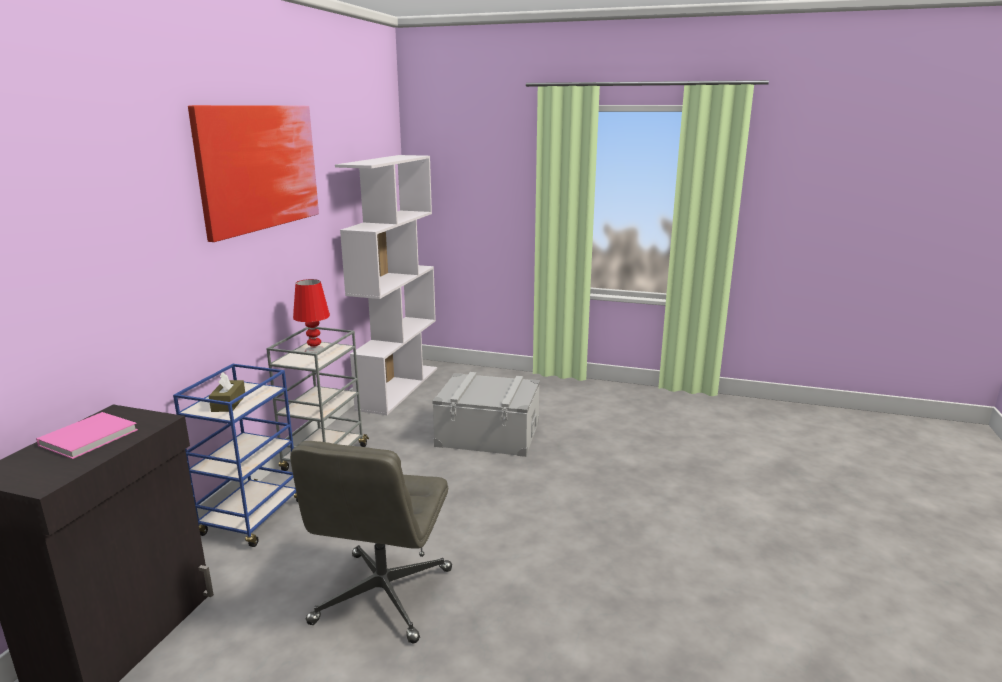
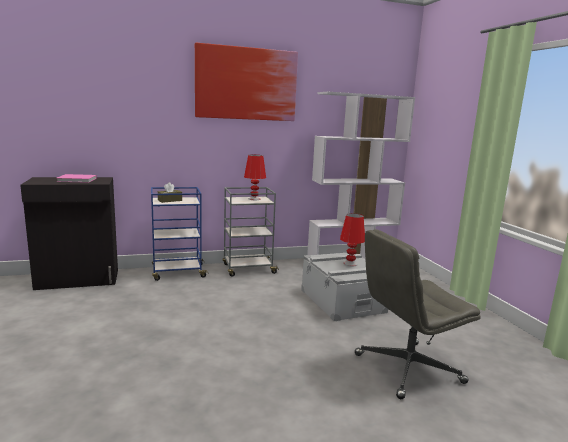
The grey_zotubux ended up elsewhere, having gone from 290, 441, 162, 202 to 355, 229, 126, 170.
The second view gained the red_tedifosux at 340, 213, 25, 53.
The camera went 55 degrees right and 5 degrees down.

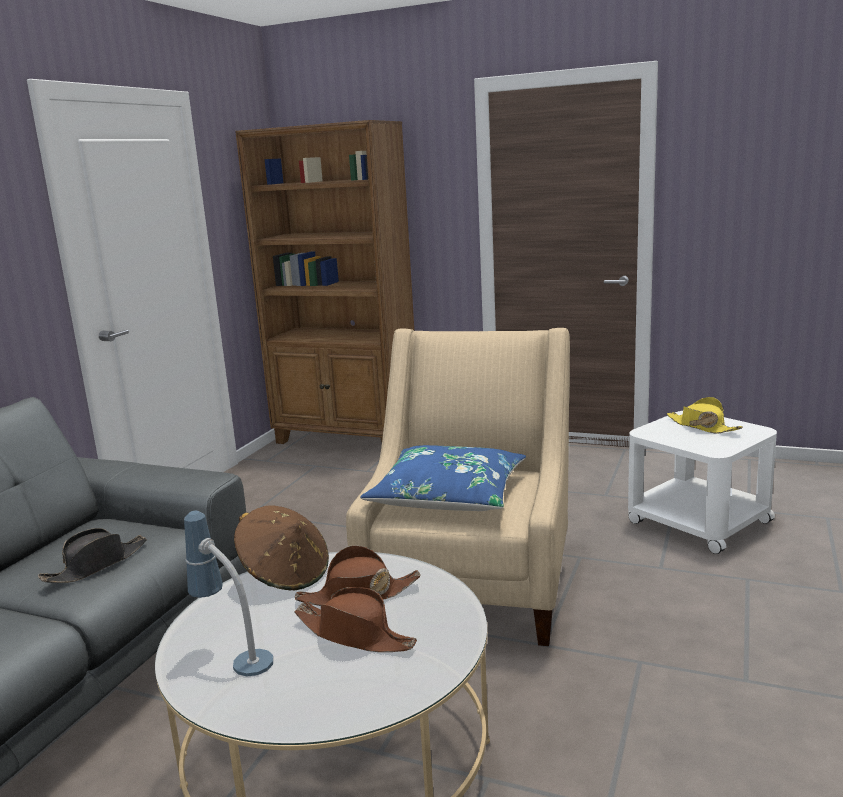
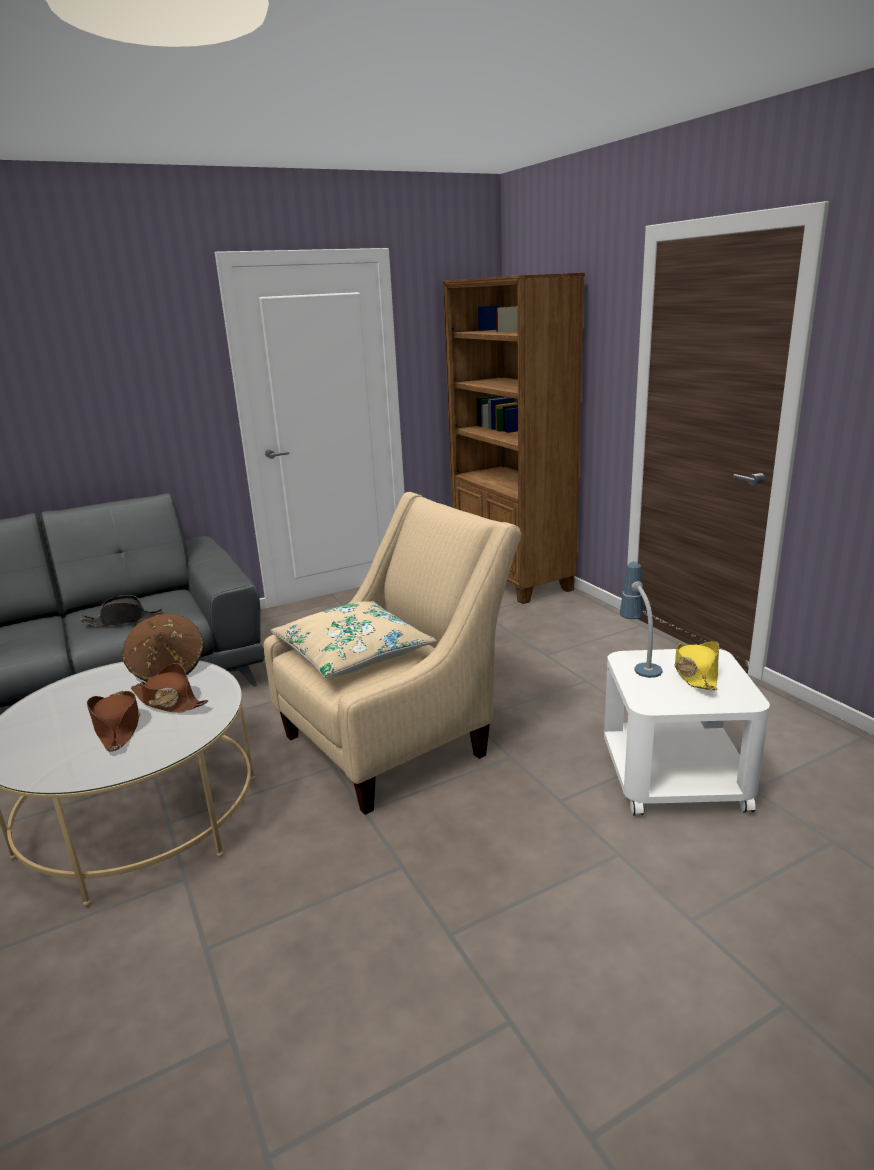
The tedifosux ended up elsewhere, having gone from 184, 511, 89, 166 to 620, 562, 43, 116.
What was the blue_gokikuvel at 360, 445, 166, 66 turned into the beige_gokikuvel at 271, 601, 166, 77.
The camera went 40 degrees right and 5 degrees up.

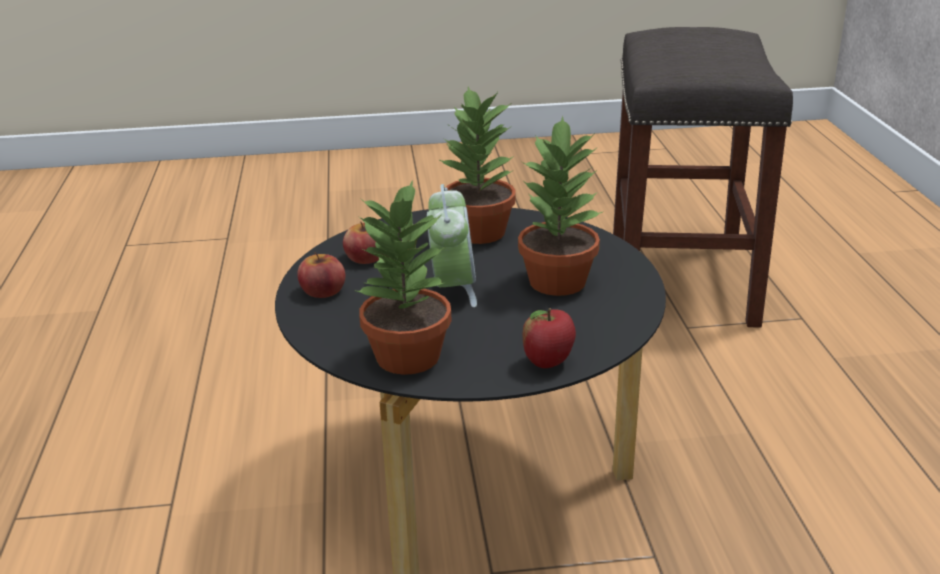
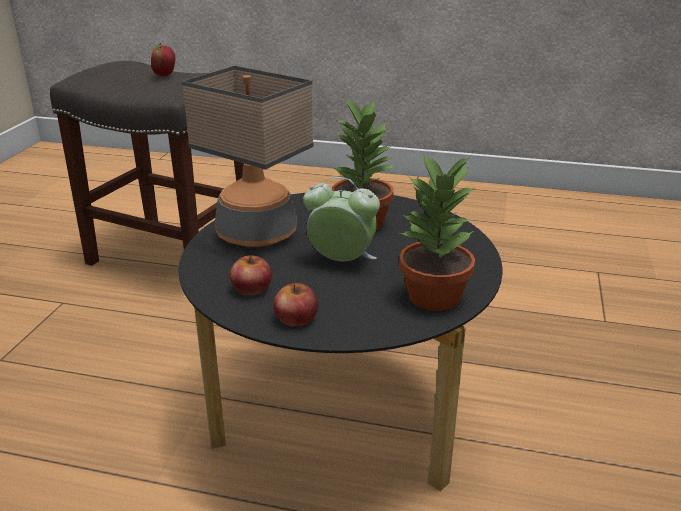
Where the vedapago stood at 438, 86, 78, 158, the tedifosux came to stand at 182, 65, 132, 182.
The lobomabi ended up elsewhere, having gone from 523, 308, 53, 60 to 151, 43, 24, 33.
The camera went 70 degrees left and 0 degrees up.

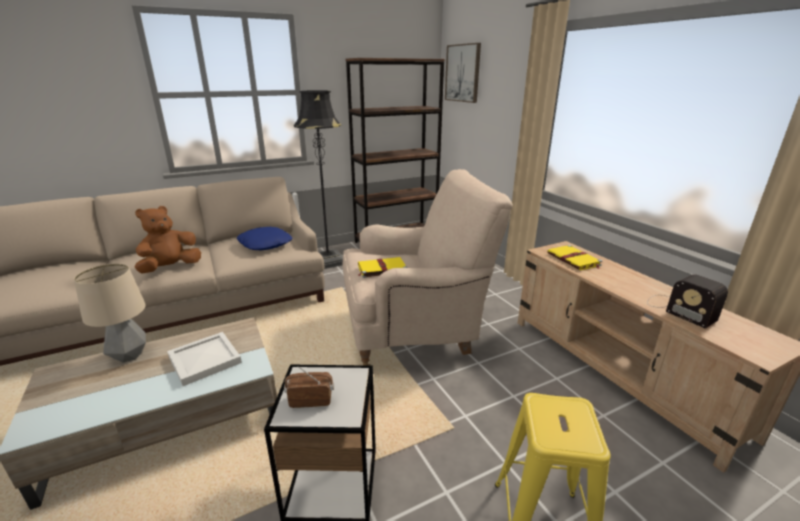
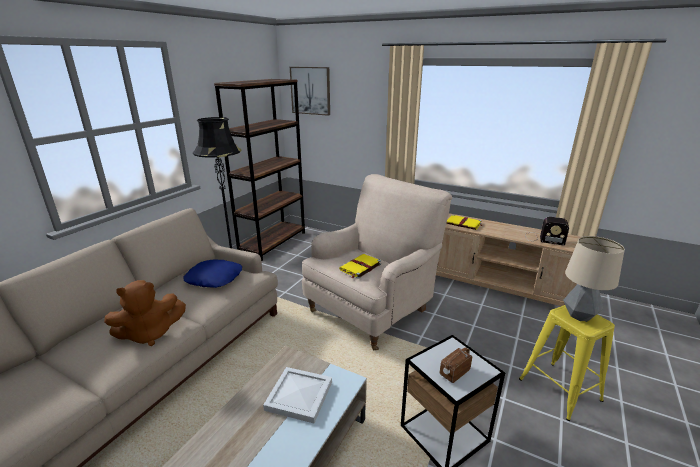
The tedifosux ended up elsewhere, having gone from 74, 263, 72, 100 to 563, 236, 62, 85.
The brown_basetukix at 135, 206, 66, 68 ended up facing another way, 120 degrees counterclockwise from before.
The camera went 35 degrees left and 0 degrees up.

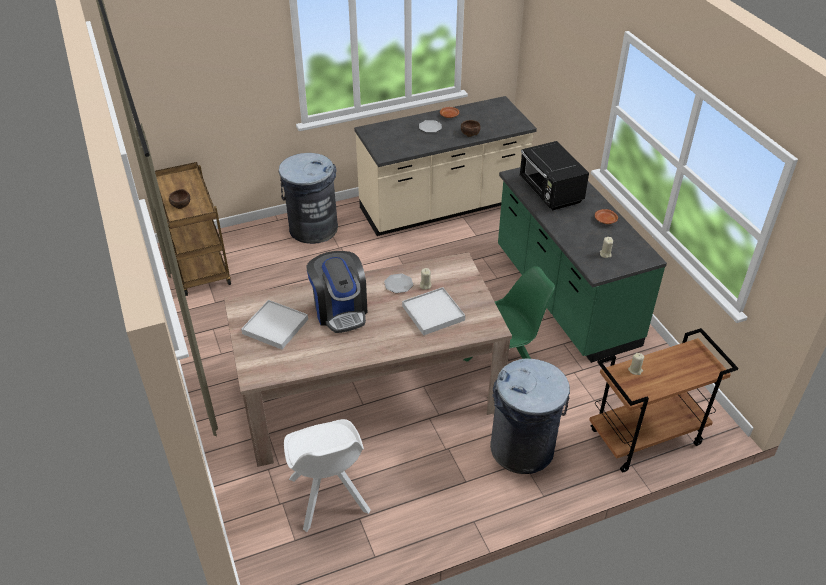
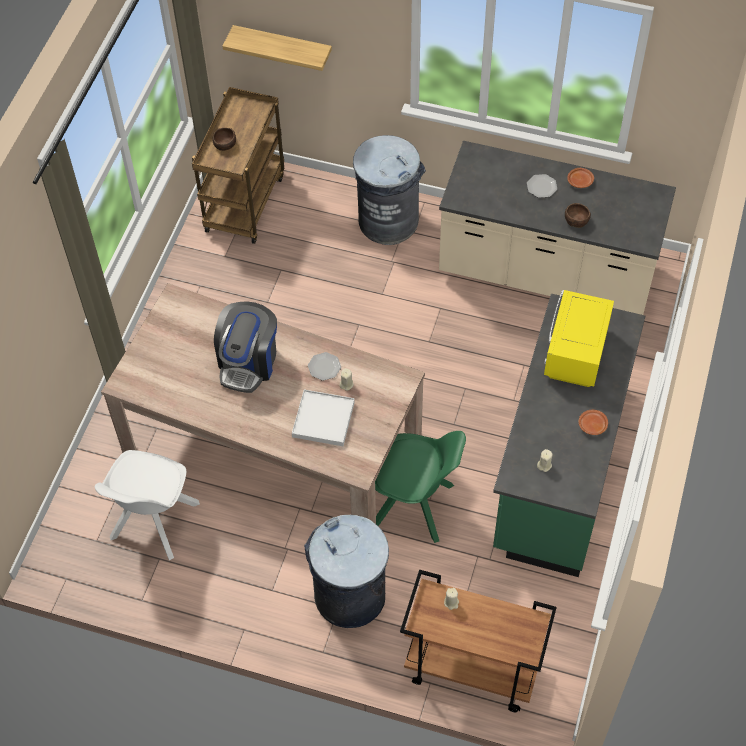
The second view lost the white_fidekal at 241, 300, 67, 50.
What was the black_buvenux at 520, 141, 69, 69 turned into the yellow_buvenux at 544, 290, 70, 97.
The second view gained the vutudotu at 222, 25, 110, 46.
The camera went 40 degrees right and 15 degrees up.

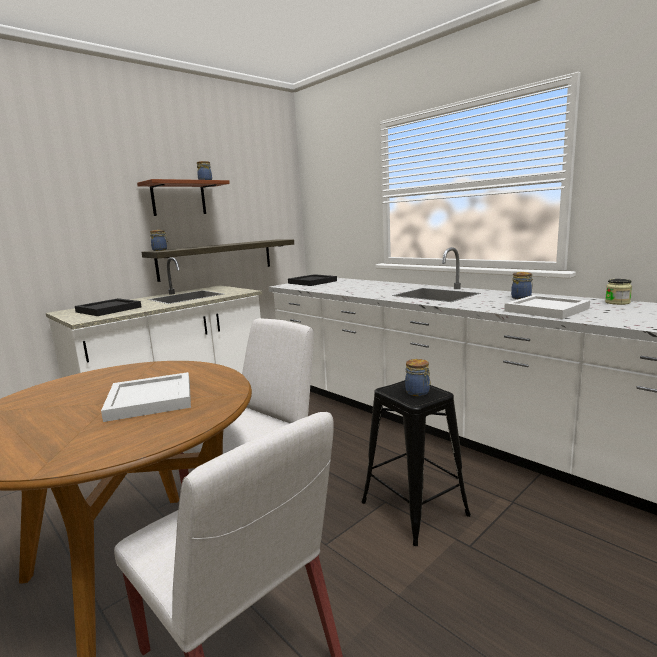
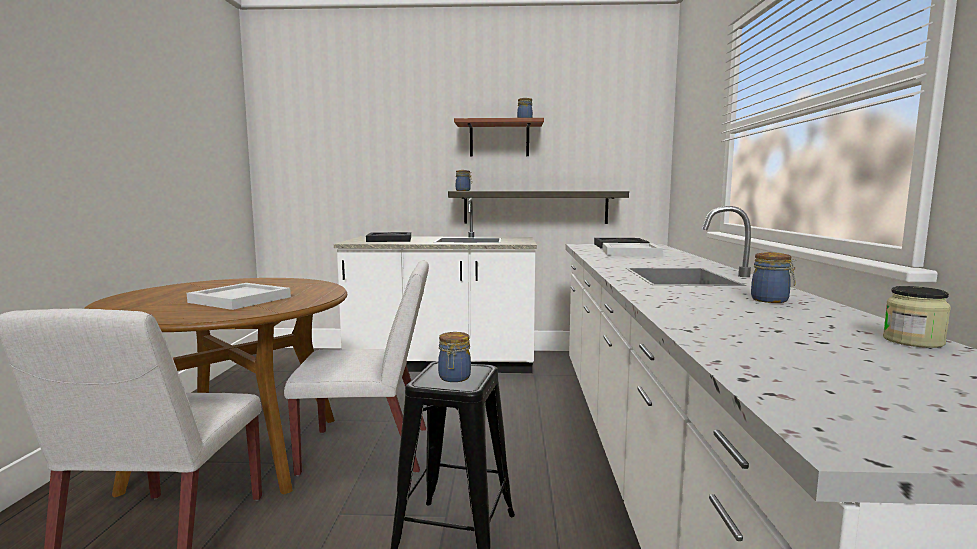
The white_fidekal ended up elsewhere, having gone from 504, 295, 86, 24 to 602, 243, 61, 13.
The camera went 45 degrees right and 5 degrees down.

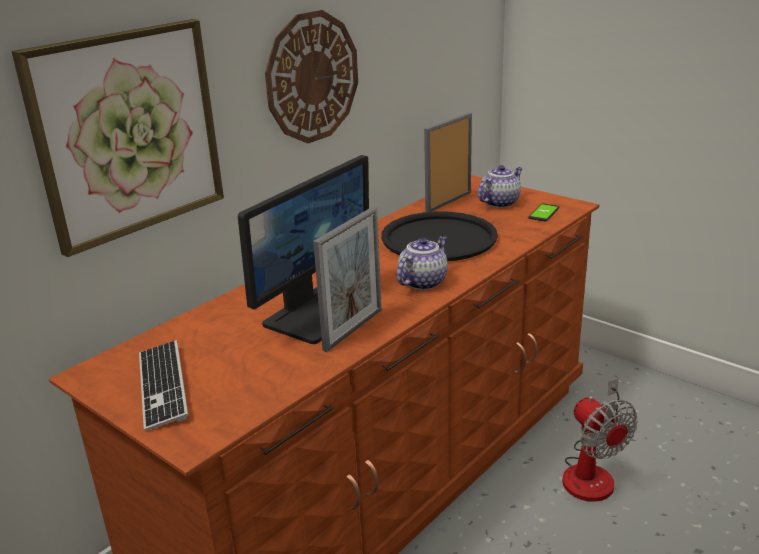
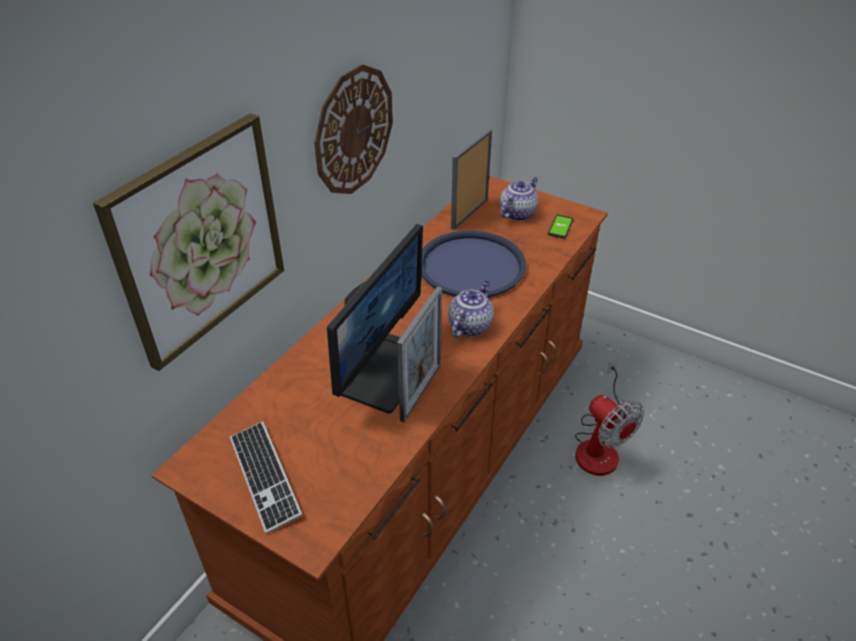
What was the black_fidekal at 381, 211, 117, 50 turned into the blue_fidekal at 421, 231, 105, 66.
The camera went 10 degrees left and 15 degrees up.

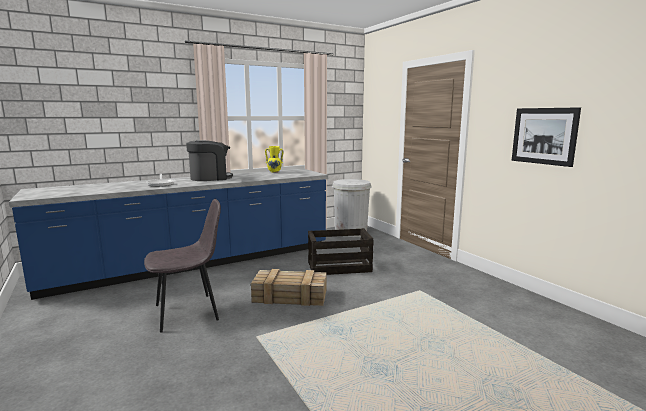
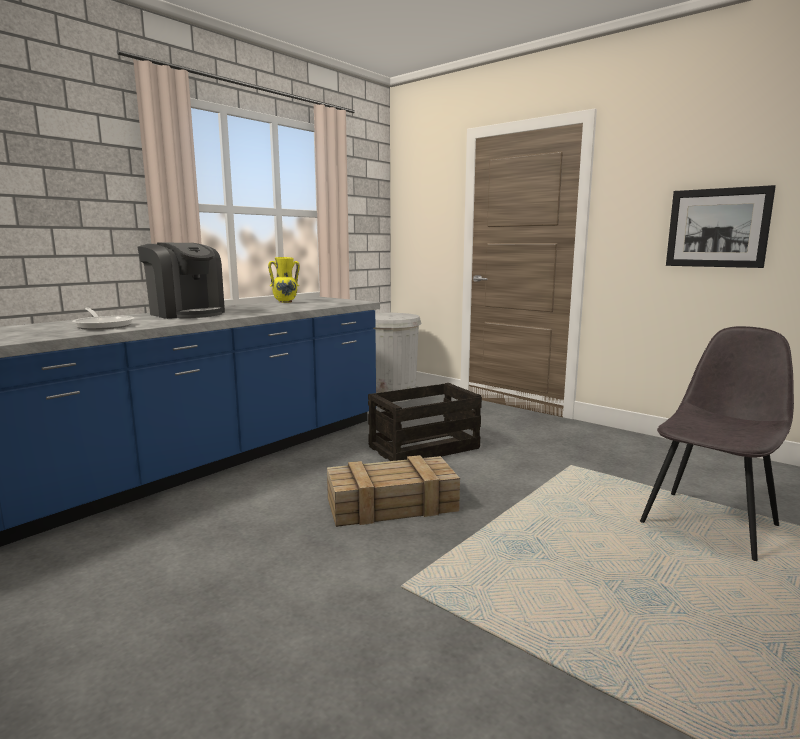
The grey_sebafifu ended up elsewhere, having gone from 144, 199, 77, 133 to 640, 326, 154, 235.
The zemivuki at 186, 140, 47, 41 ended up facing another way, 90 degrees clockwise from before.
The camera went 20 degrees left and 0 degrees up.

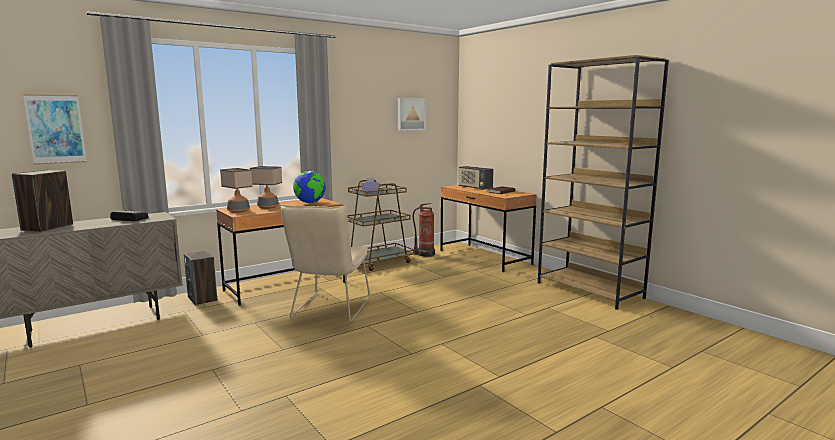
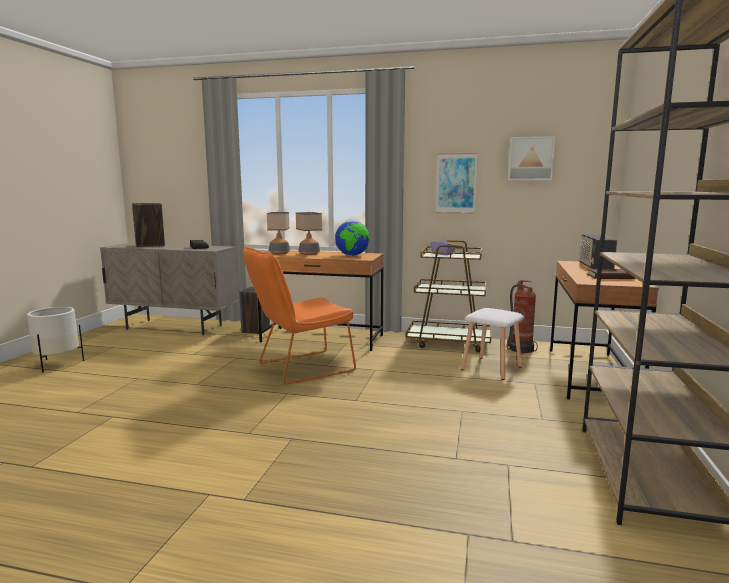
The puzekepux ended up elsewhere, having gone from 23, 94, 64, 71 to 436, 153, 41, 61.
What was the beige_sebafifu at 280, 204, 90, 118 turned into the orange_sebafifu at 243, 245, 113, 139.
The second view gained the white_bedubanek at 27, 307, 57, 65.
The second view gained the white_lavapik at 461, 308, 63, 72.
The camera went 50 degrees right and 0 degrees up.

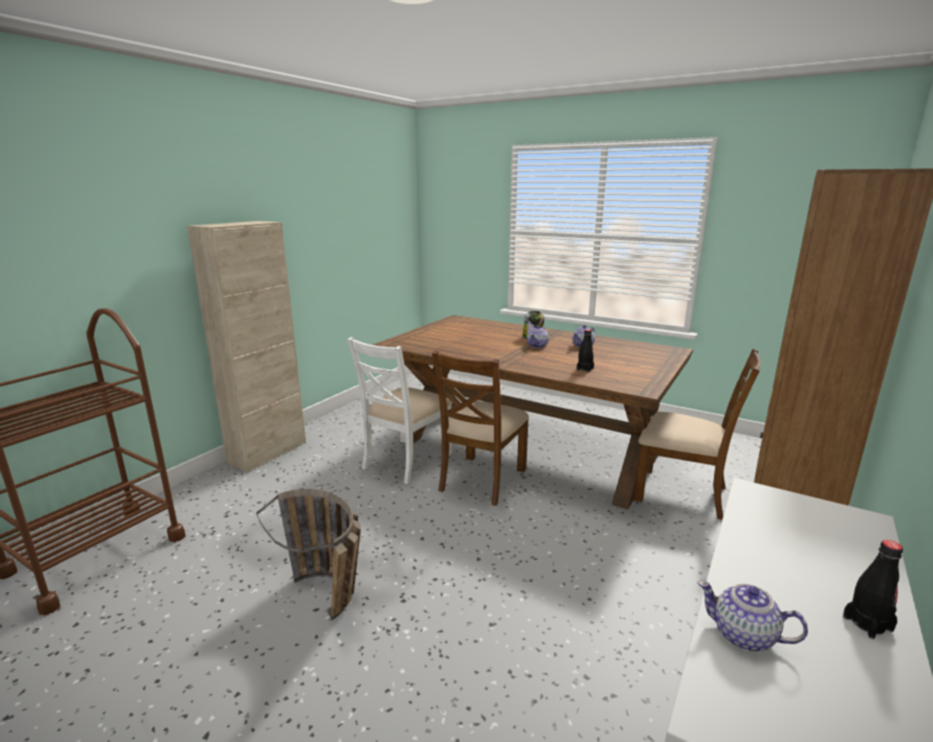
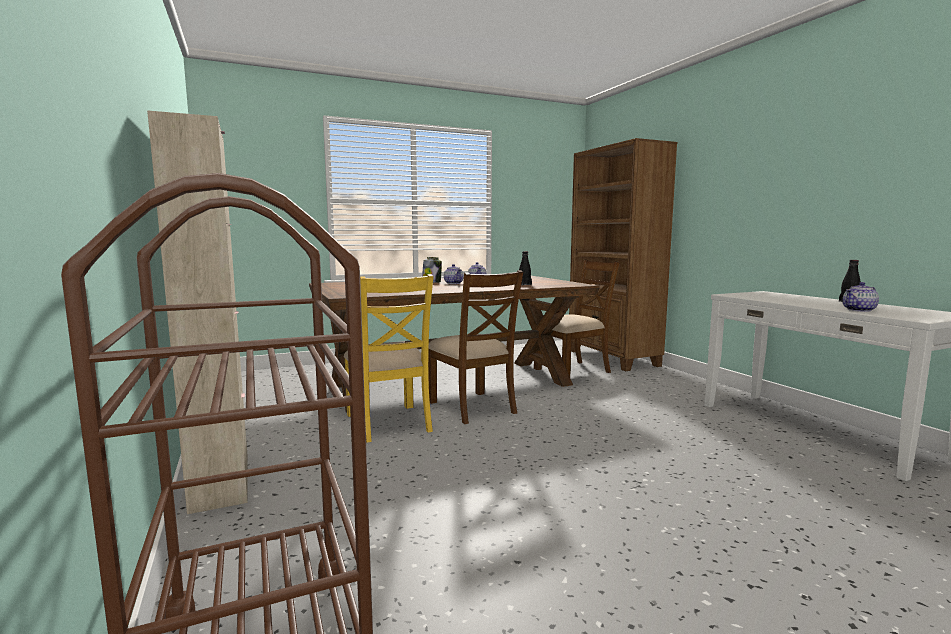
The second view lost the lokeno at 256, 489, 105, 131.
What was the white_sebafifu at 348, 337, 104, 147 turned into the yellow_sebafifu at 344, 274, 89, 169.
The camera went 55 degrees left and 10 degrees down.

